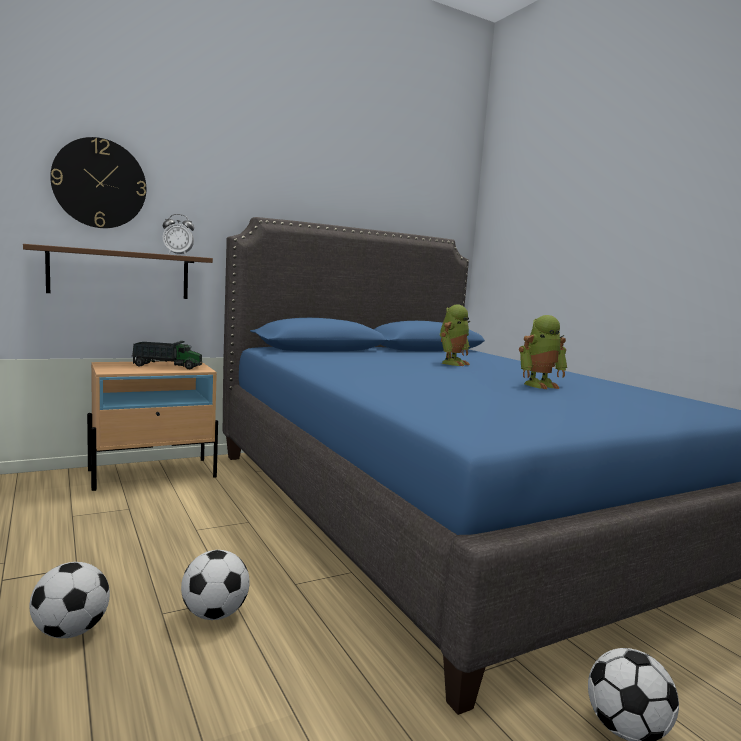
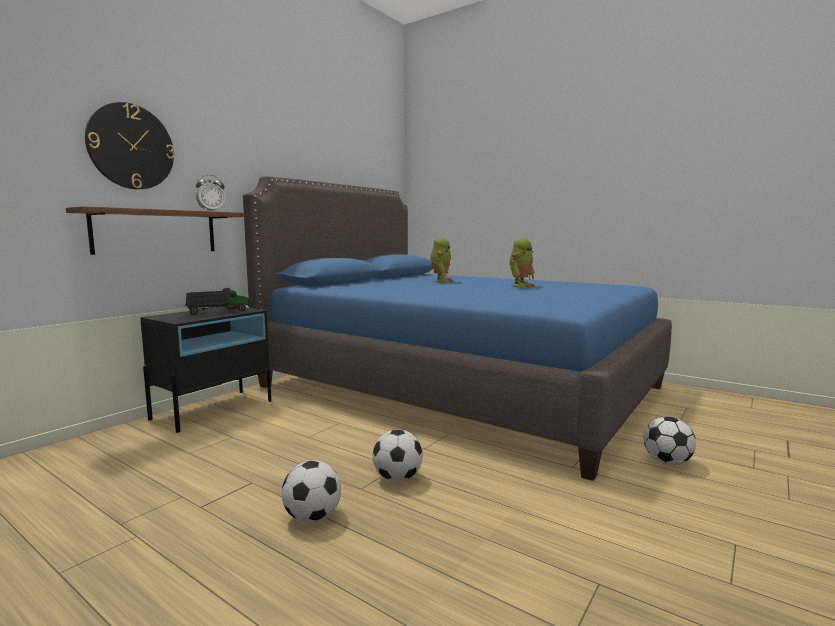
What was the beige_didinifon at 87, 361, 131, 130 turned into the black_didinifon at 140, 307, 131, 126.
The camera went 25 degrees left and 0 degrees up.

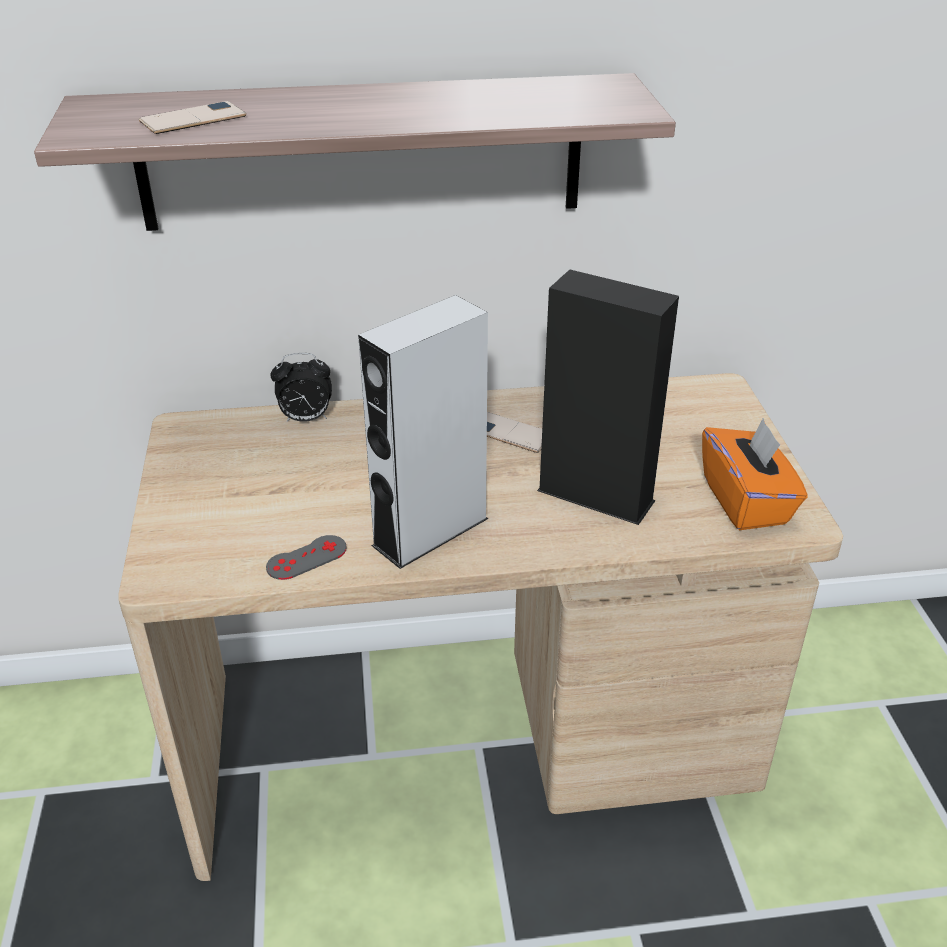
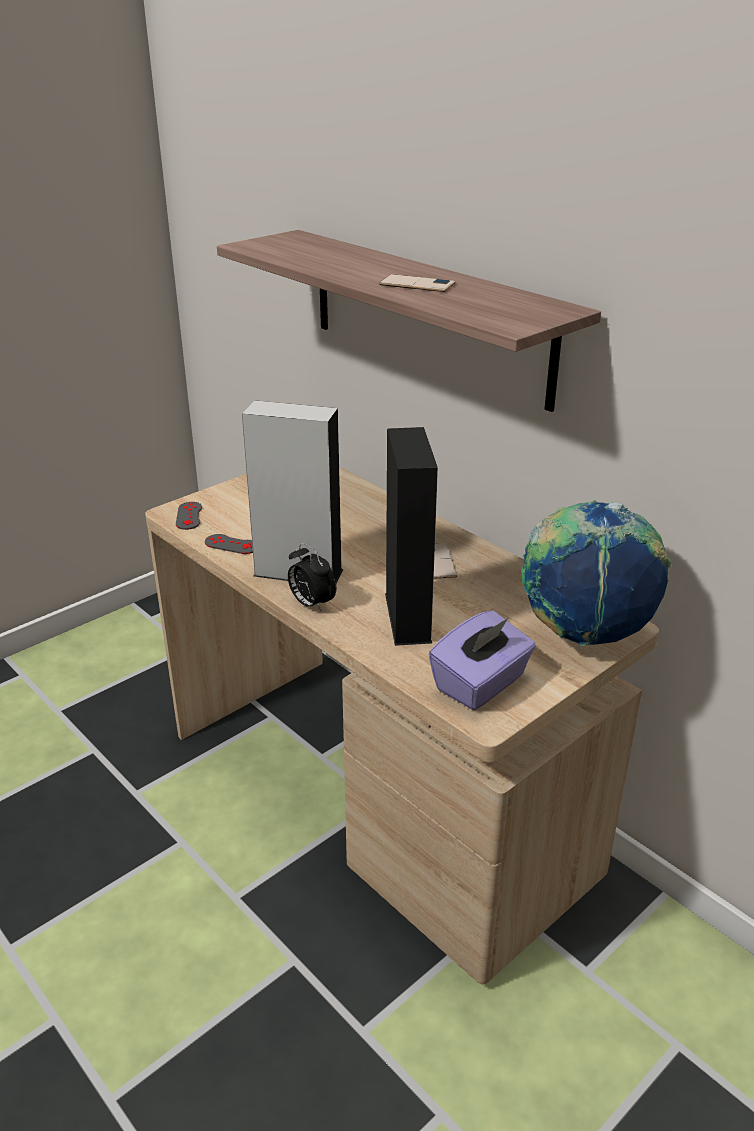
The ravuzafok ended up elsewhere, having gone from 139, 101, 107, 33 to 379, 274, 76, 18.
The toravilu ended up elsewhere, having gone from 271, 353, 61, 69 to 288, 543, 48, 70.
What was the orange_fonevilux at 702, 418, 106, 112 turned into the purple_fonevilux at 428, 611, 108, 99.
The second view gained the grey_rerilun at 176, 502, 26, 28.
The second view gained the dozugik at 521, 500, 151, 146.
The camera went 55 degrees right and 5 degrees down.

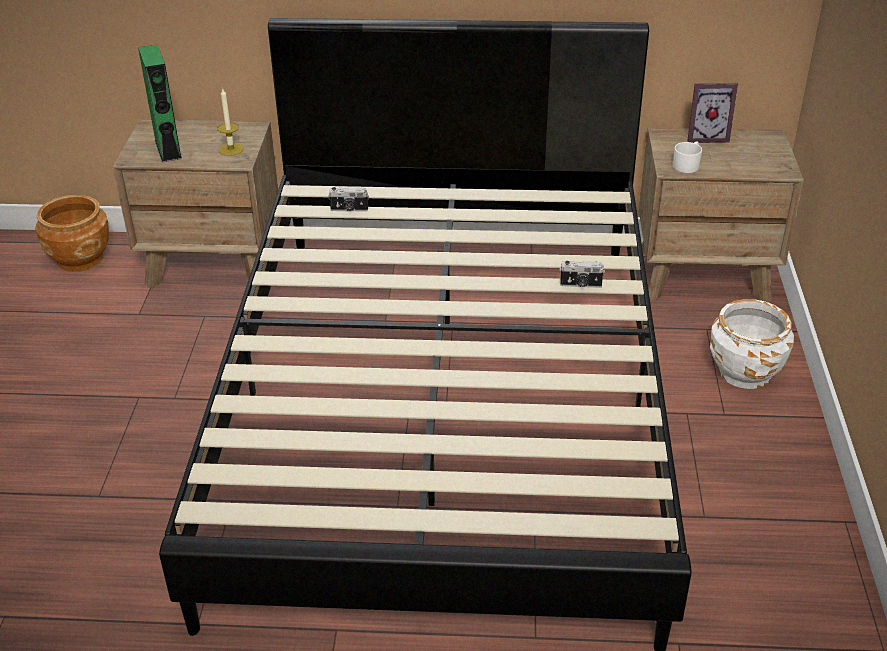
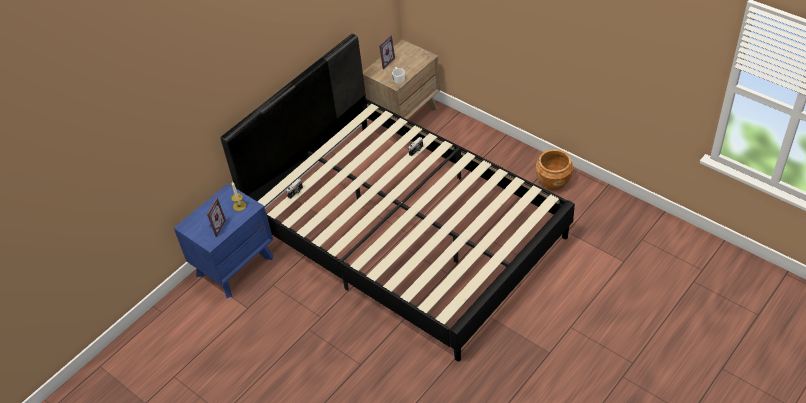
The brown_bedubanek ended up elsewhere, having gone from 35, 195, 74, 77 to 535, 149, 39, 42.
What was the brown_didinifon at 113, 119, 165, 170 turned into the blue_didinifon at 174, 183, 100, 115.
Where the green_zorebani stood at 138, 44, 44, 118, the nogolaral came to stand at 207, 197, 19, 40.
The second view lost the white_bedubanek at 710, 299, 84, 90.
The camera went 50 degrees left and 10 degrees up.

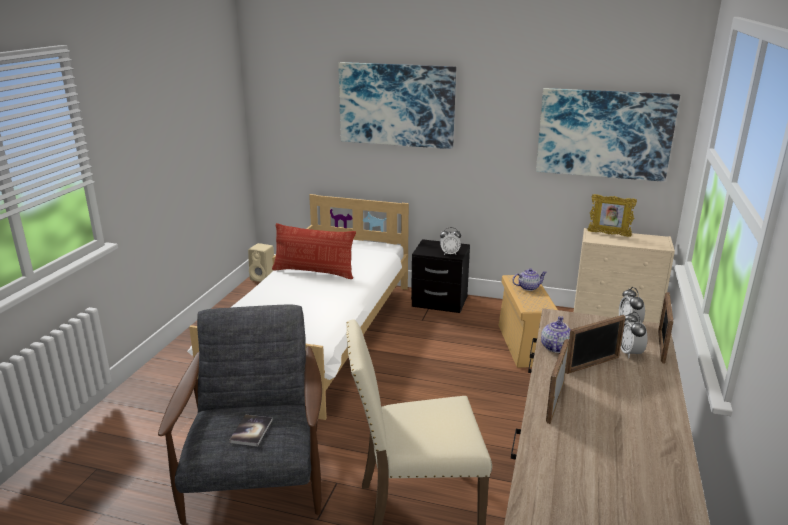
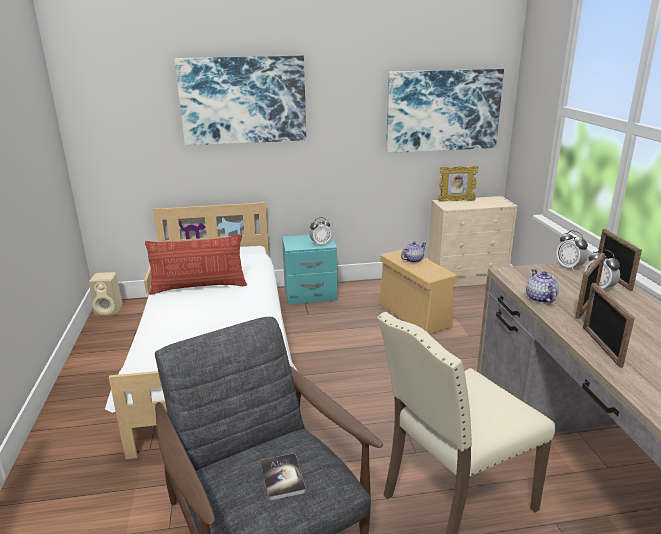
What was the black_didinifon at 411, 239, 59, 74 turned into the turquoise_didinifon at 282, 234, 55, 71.
The camera went 25 degrees left and 0 degrees up.

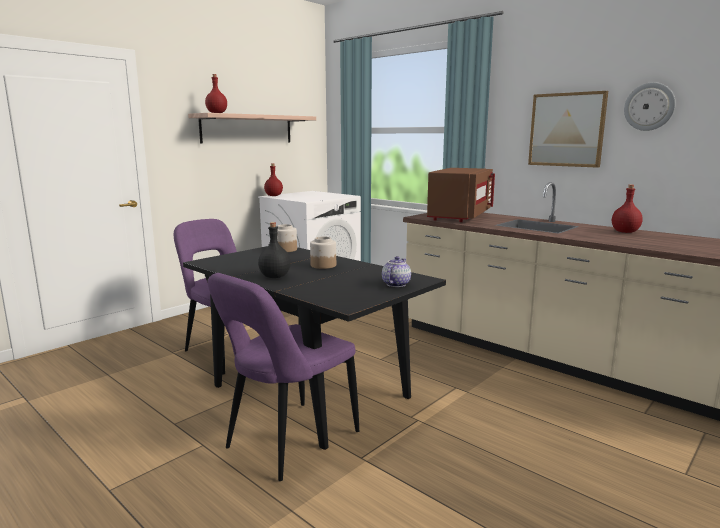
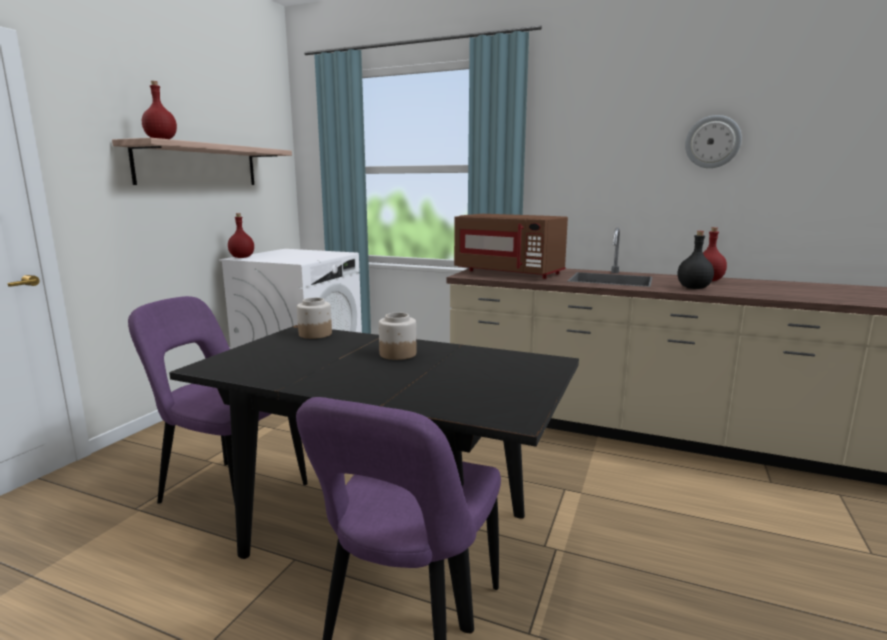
The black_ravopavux ended up elsewhere, having gone from 258, 222, 33, 56 to 678, 231, 36, 58.
The second view lost the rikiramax at 382, 256, 29, 31.
The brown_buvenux at 427, 168, 68, 54 ended up facing another way, 120 degrees clockwise from before.
The second view lost the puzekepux at 528, 91, 80, 77.
The camera went 20 degrees left and 0 degrees up.

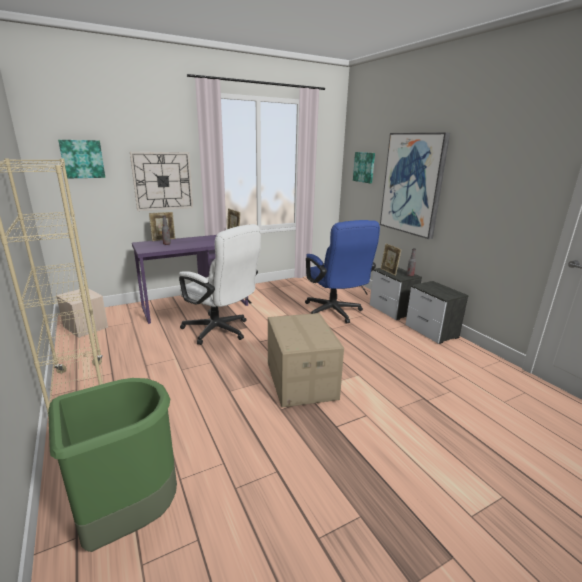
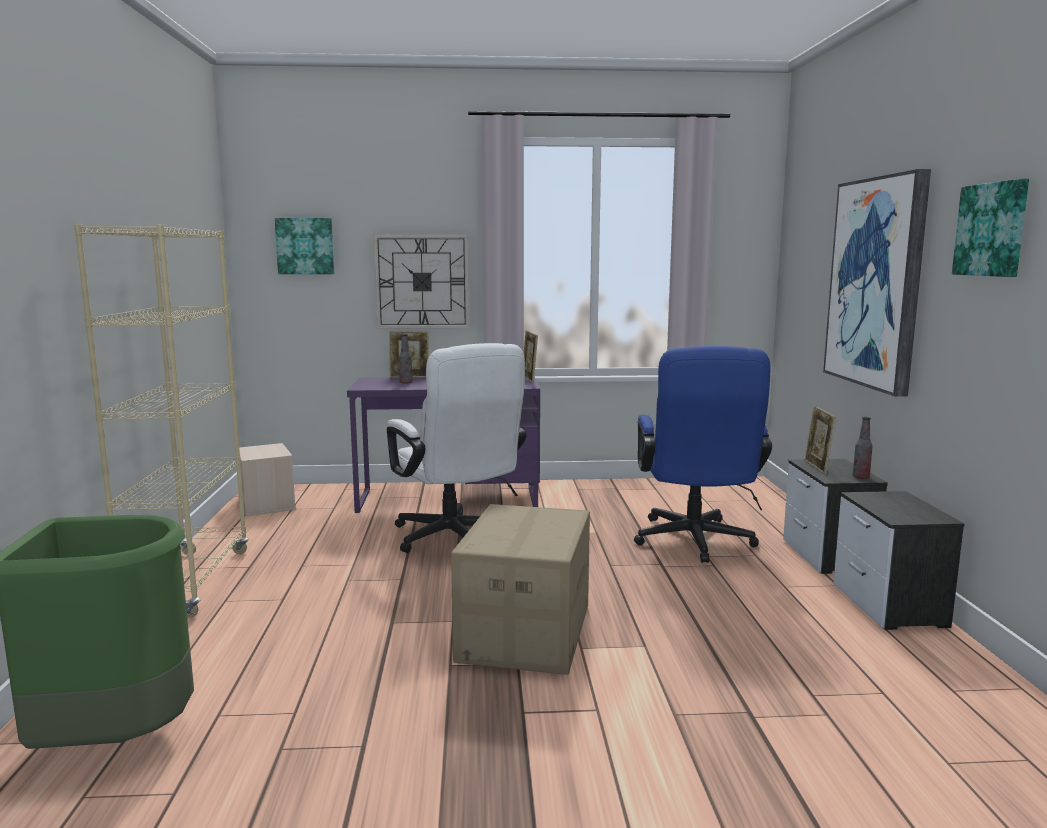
The puzekepux ended up elsewhere, having gone from 353, 152, 22, 31 to 952, 179, 77, 98.
The camera went 25 degrees right and 10 degrees down.

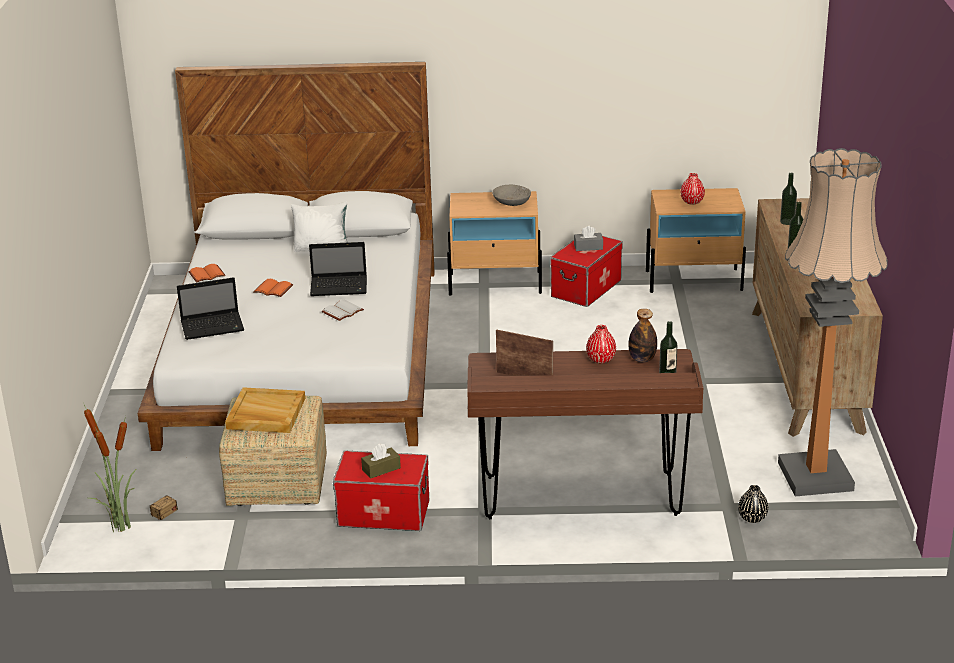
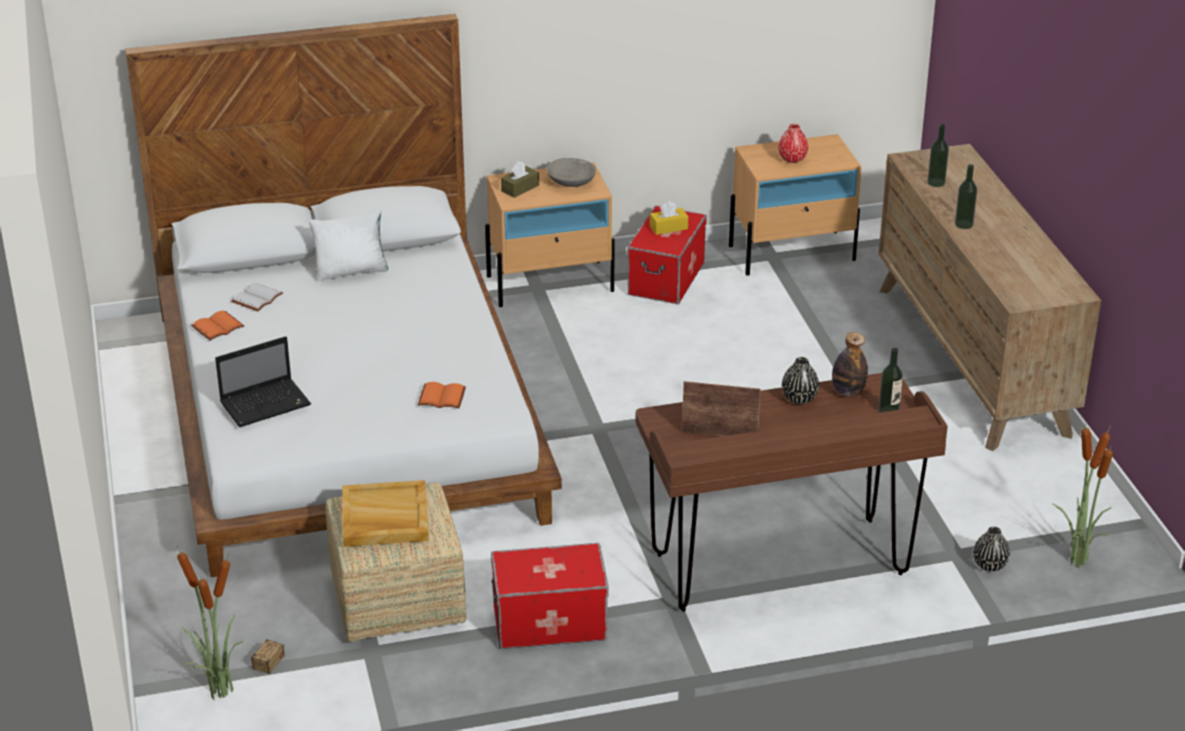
The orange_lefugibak ended up elsewhere, having gone from 253, 279, 40, 18 to 418, 382, 48, 26.
The second view lost the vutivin at 309, 242, 58, 54.
The white_lefugibak ended up elsewhere, having gone from 322, 299, 42, 22 to 232, 283, 51, 28.
The brown_fonevilux ended up elsewhere, having gone from 361, 444, 40, 35 to 501, 161, 38, 37.
What was the grey_fonevilux at 574, 226, 29, 25 turned into the yellow_fonevilux at 650, 201, 38, 34.
What was the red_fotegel at 586, 325, 30, 39 turned into the black_fotegel at 782, 357, 37, 47.
The second view lost the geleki at 778, 148, 110, 348.
The second view gained the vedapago at 1052, 422, 61, 146.
The camera went 15 degrees left and 5 degrees up.

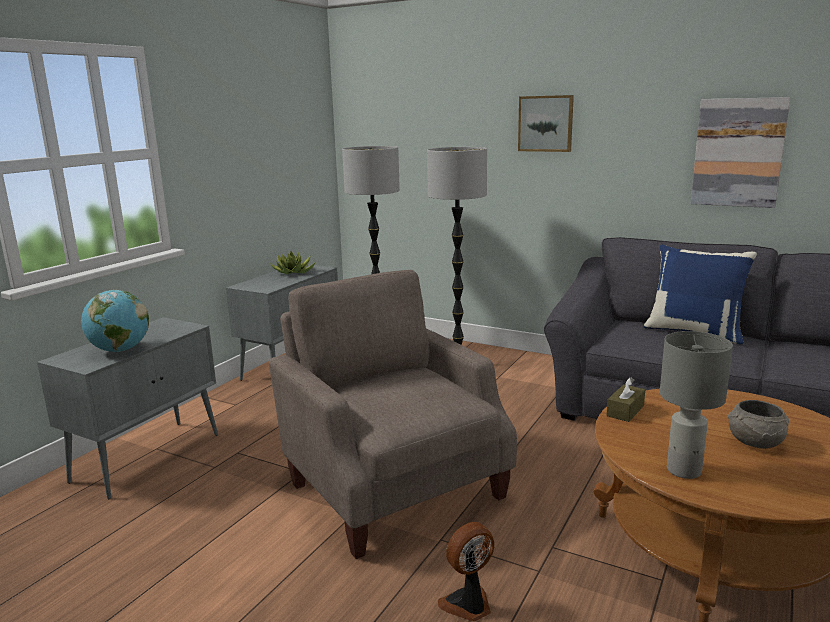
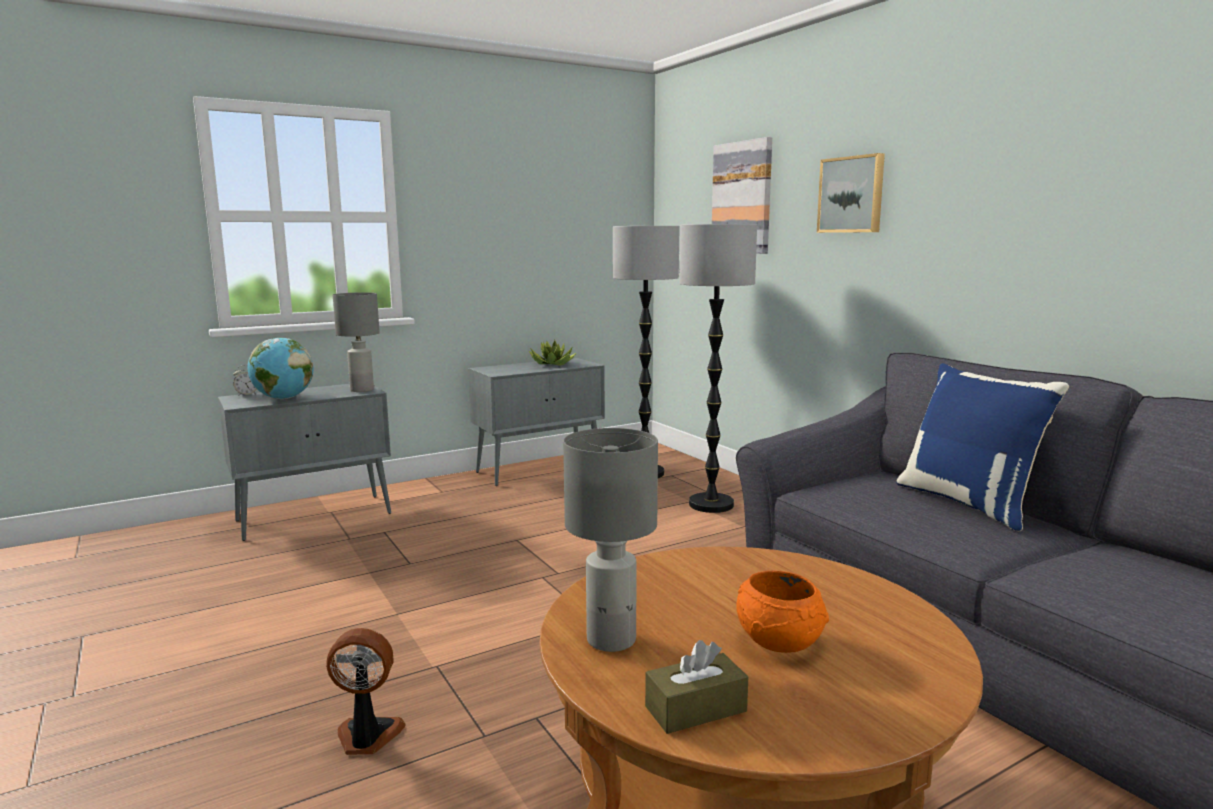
The second view lost the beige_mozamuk at 269, 270, 248, 289.
The brown_fonevilux ended up elsewhere, having gone from 606, 377, 39, 45 to 645, 640, 103, 94.
The puzekepux ended up elsewhere, having gone from 691, 97, 99, 111 to 712, 137, 60, 117.
What was the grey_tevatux at 728, 400, 61, 49 turned into the orange_tevatux at 736, 571, 93, 82.
The second view gained the toravilu at 233, 365, 24, 31.
The second view gained the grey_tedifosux at 333, 292, 47, 100.
The camera went 30 degrees right and 5 degrees down.

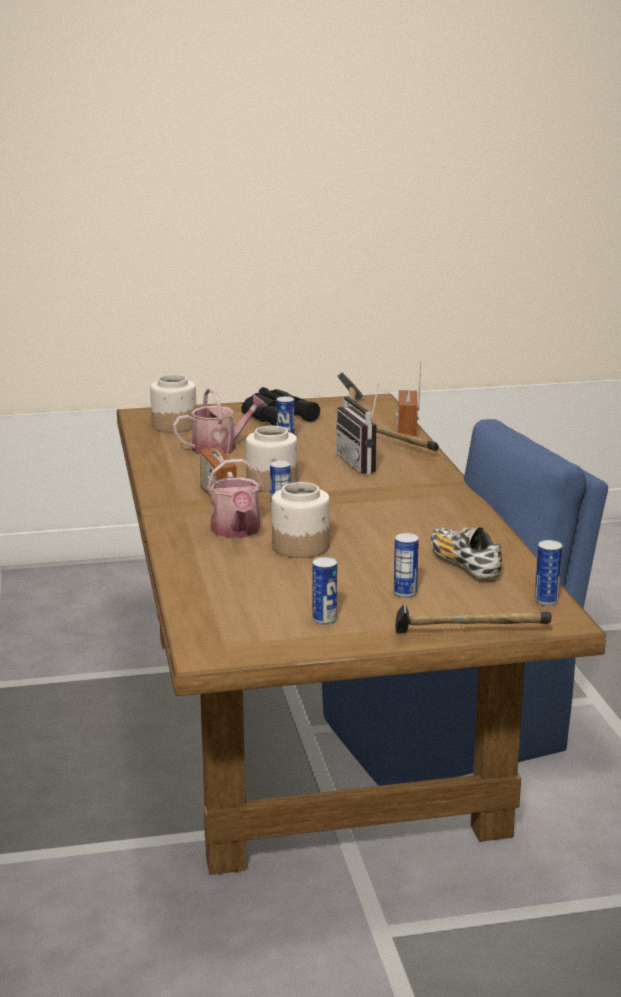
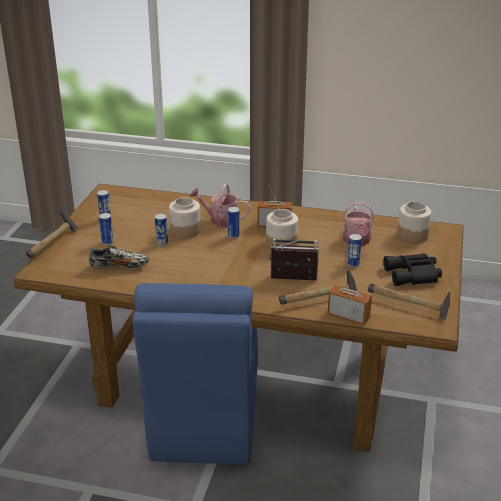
The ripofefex ended up elsewhere, having gone from 534, 540, 28, 66 to 155, 213, 13, 33.
The camera went 115 degrees right and 10 degrees up.

